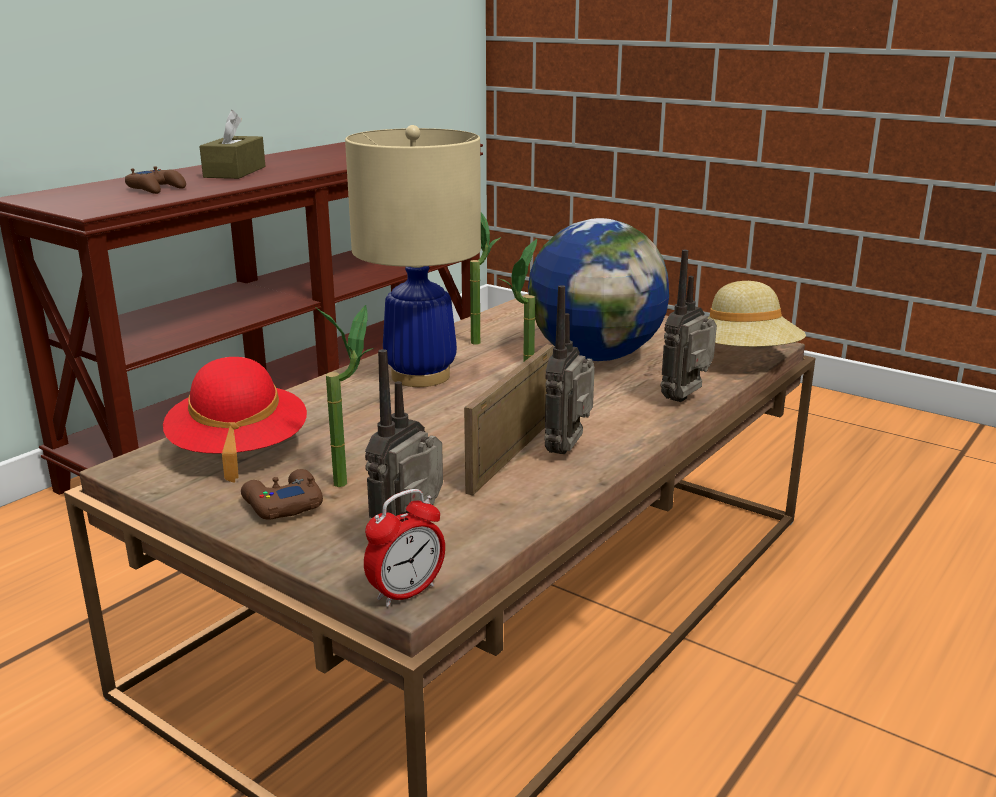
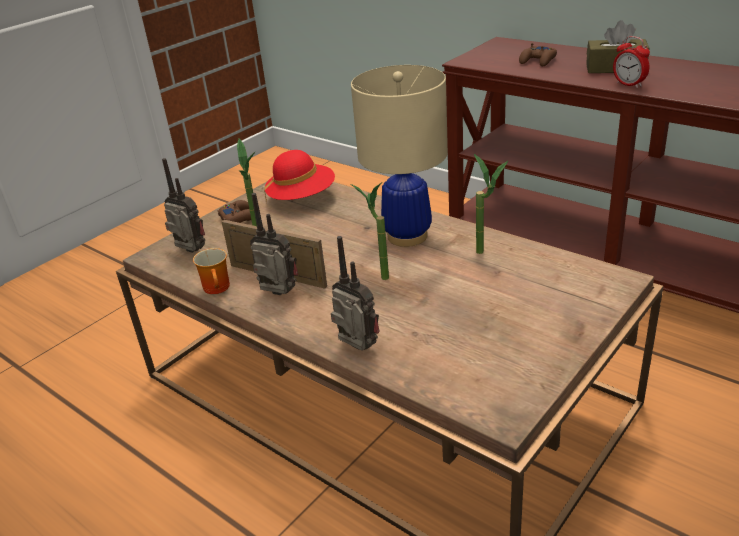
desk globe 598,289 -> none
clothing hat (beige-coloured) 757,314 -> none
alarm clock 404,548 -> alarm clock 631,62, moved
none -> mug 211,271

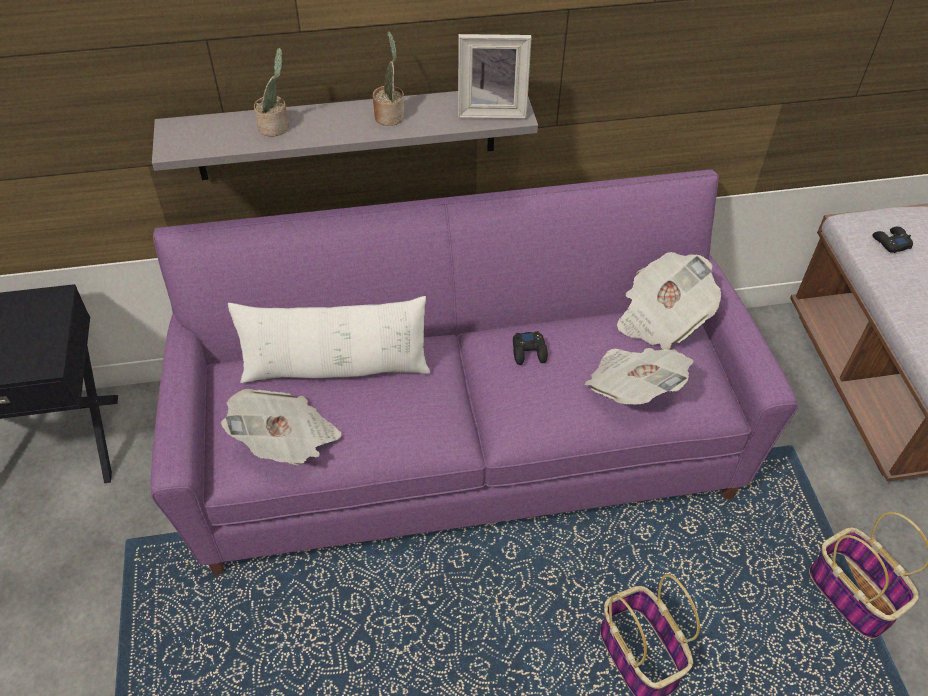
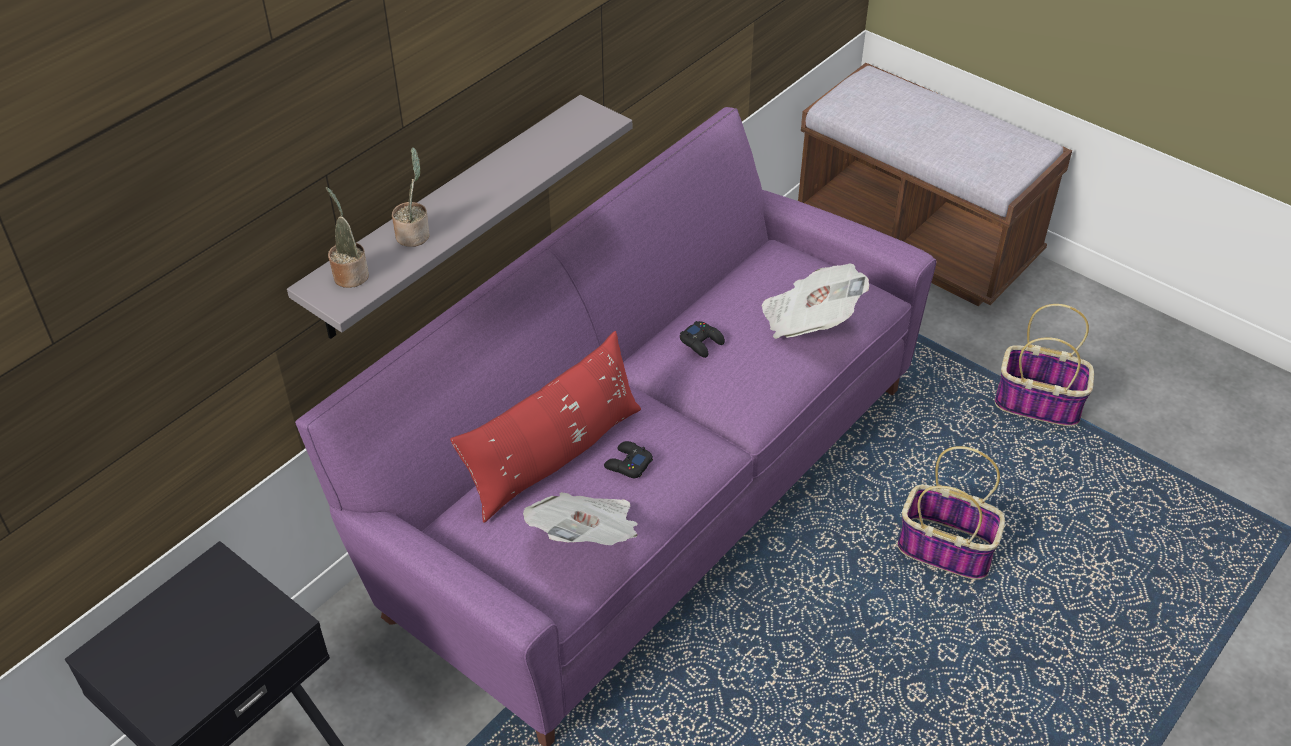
potted plant 388,78 -> potted plant 347,237, moved
standing frame 495,76 -> none
joypad (blackish) 892,240 -> joypad (blackish) 628,459, moved
newspaper 669,300 -> none
cushion (whitish) 329,339 -> cushion (reddish) 545,427

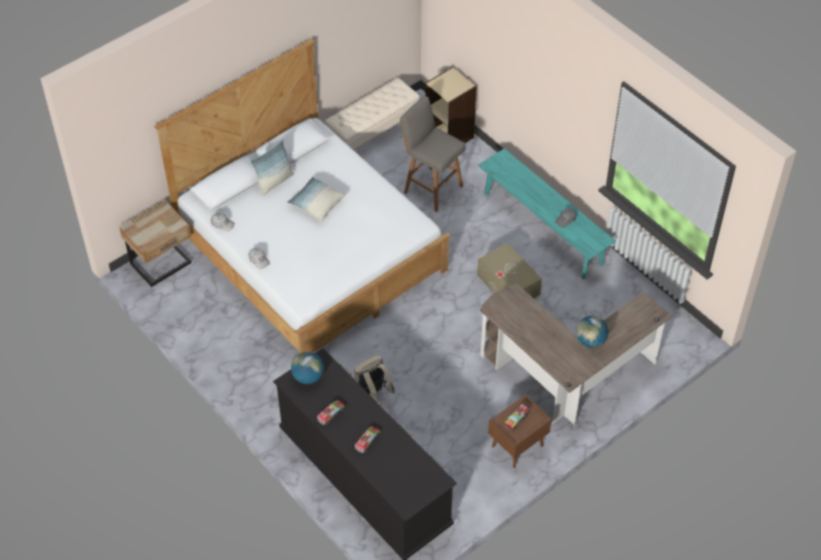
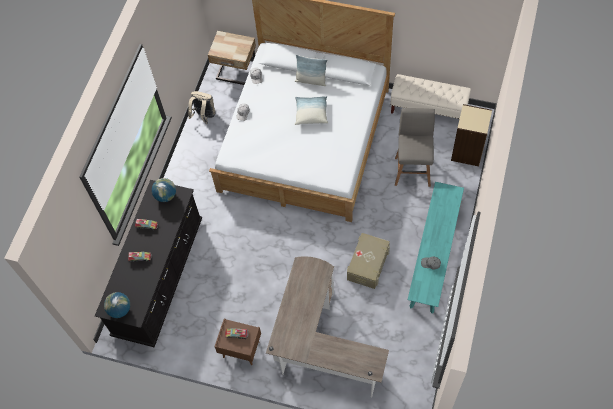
desk globe 592,332 -> desk globe 117,305, moved
backpack (beige-coloured) 374,378 -> backpack (beige-coloured) 201,107, moved

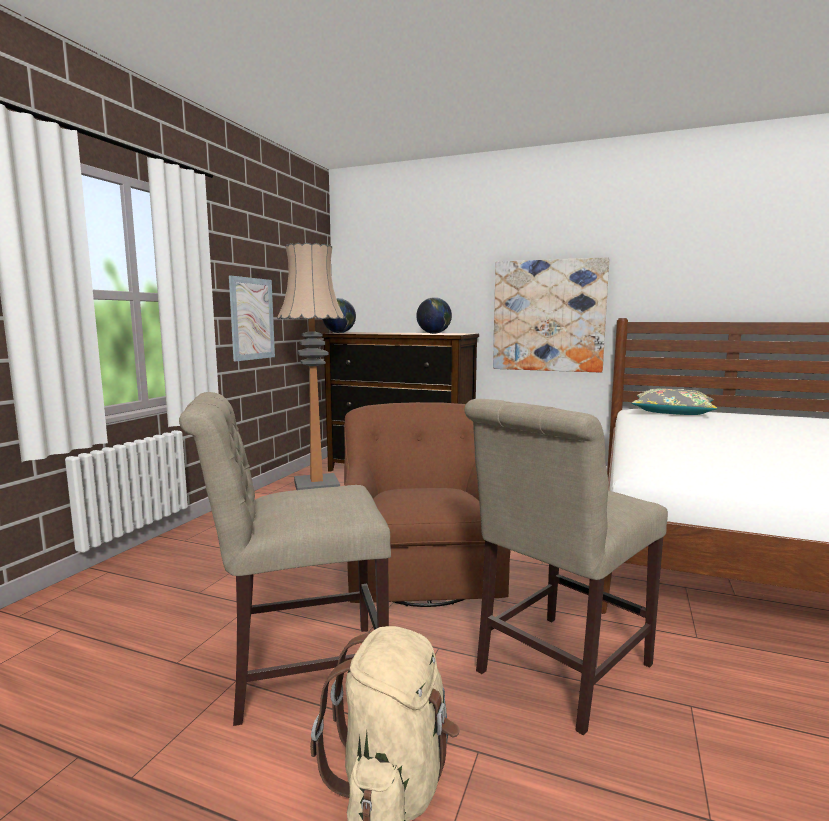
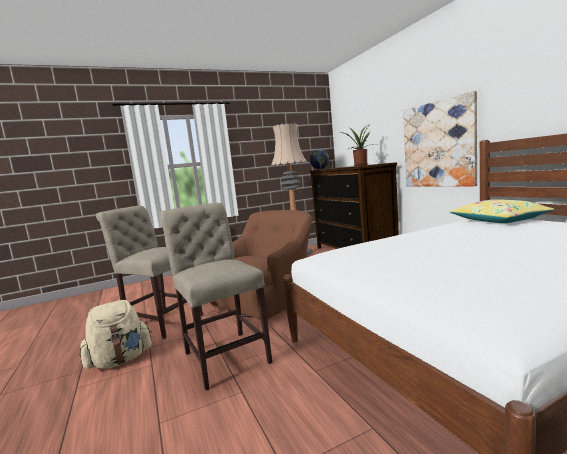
picture 252,318 -> none
desk globe 434,315 -> potted plant 358,144
cushion (grey) 674,401 -> cushion (yellow) 502,211
plain chair (beige-coloured) 566,567 -> plain chair (beige-coloured) 216,296, 60 degrees clockwise

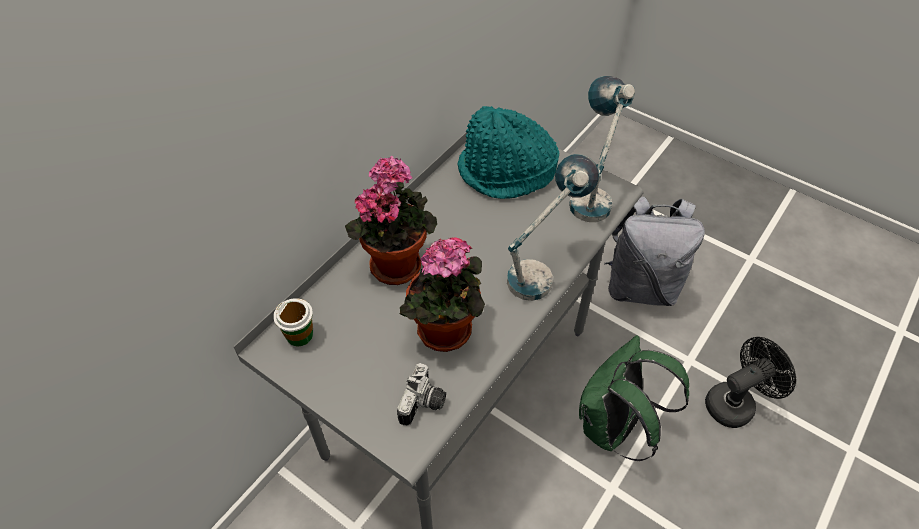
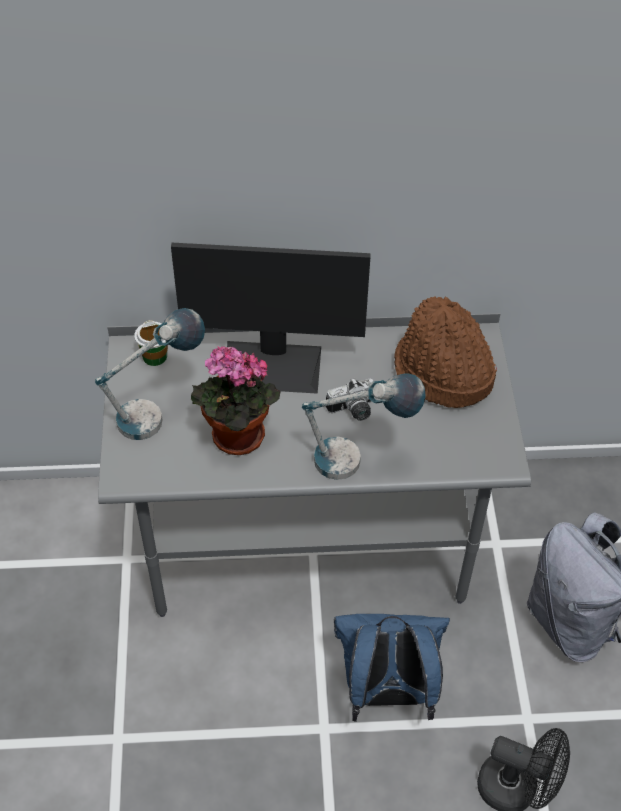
table lamp 602,149 -> table lamp 150,374, moved
clothing hat (turquoise) 508,152 -> clothing hat (brown-coloured) 445,352
potted plant 391,220 -> monitor 271,318
backpack (green-coloured) 634,398 -> backpack (blue-coloured) 392,668
photo camera 421,394 -> photo camera 350,399, moved

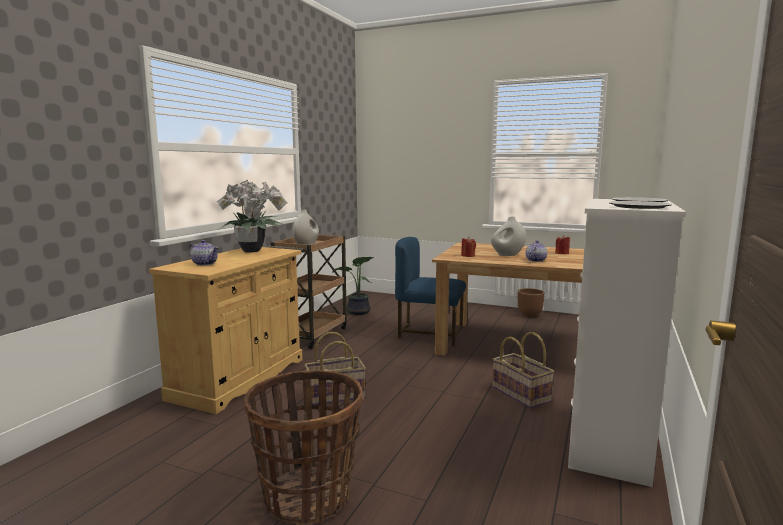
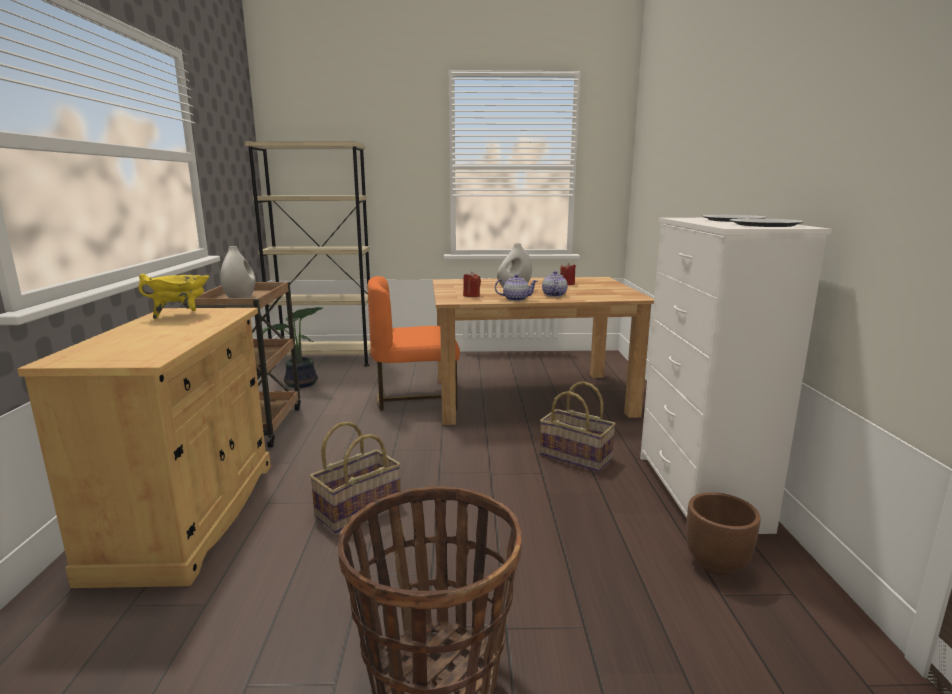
potted plant 252,216 -> saucepot (yellow) 173,296
plain chair (blue-coloured) 430,291 -> plain chair (orange) 413,343
teapot 204,253 -> teapot 516,287, moved
plant pot (brown-coloured) 531,302 -> plant pot (brown-coloured) 723,534, moved
none -> bookcase (beige-coloured) 308,254

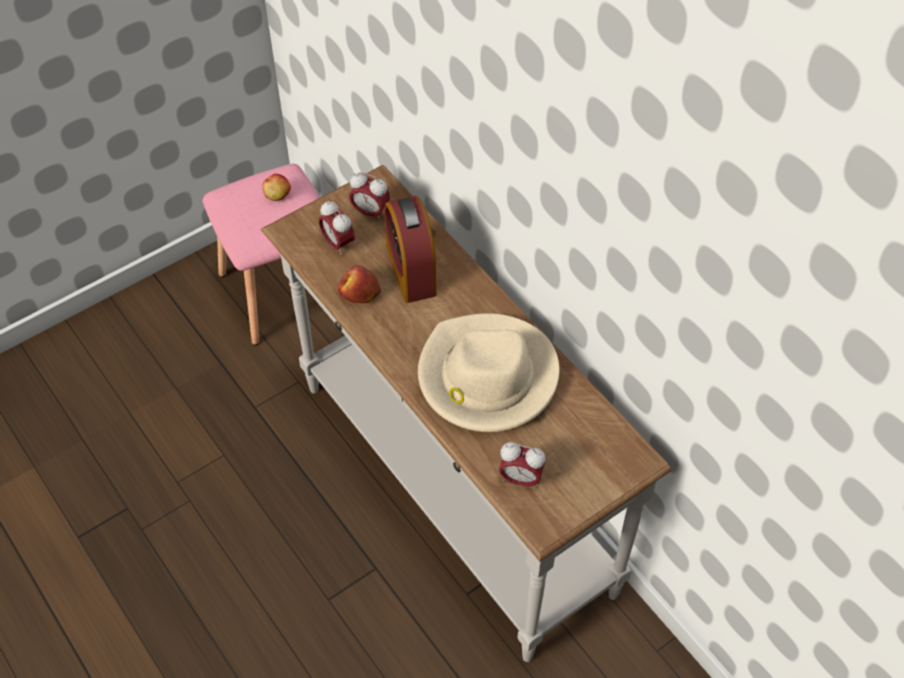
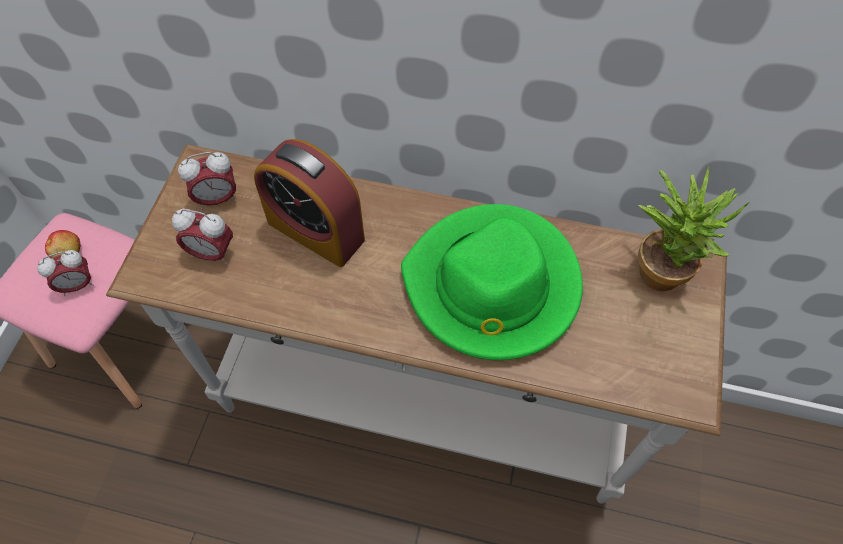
apple 359,285 -> none
clothing hat (beige-coloured) 488,372 -> clothing hat (green-coloured) 492,282
alarm clock 522,465 -> alarm clock 65,273, moved
none -> potted plant 693,229

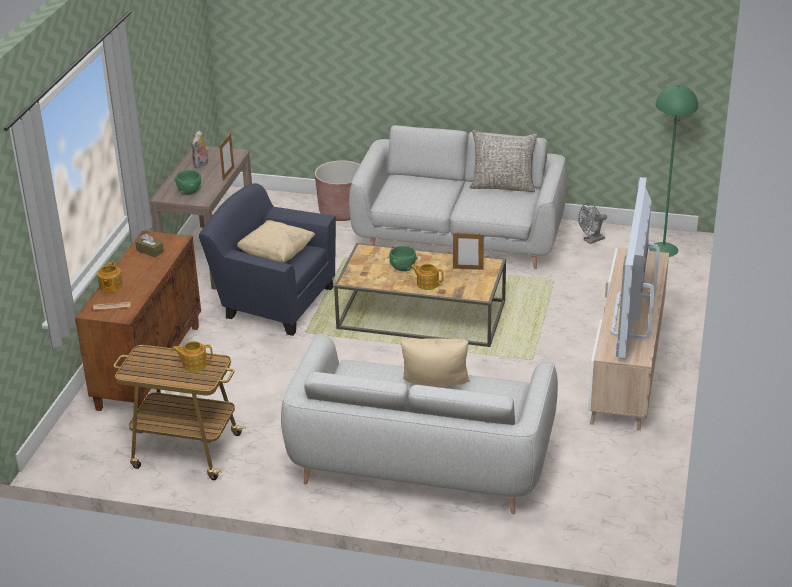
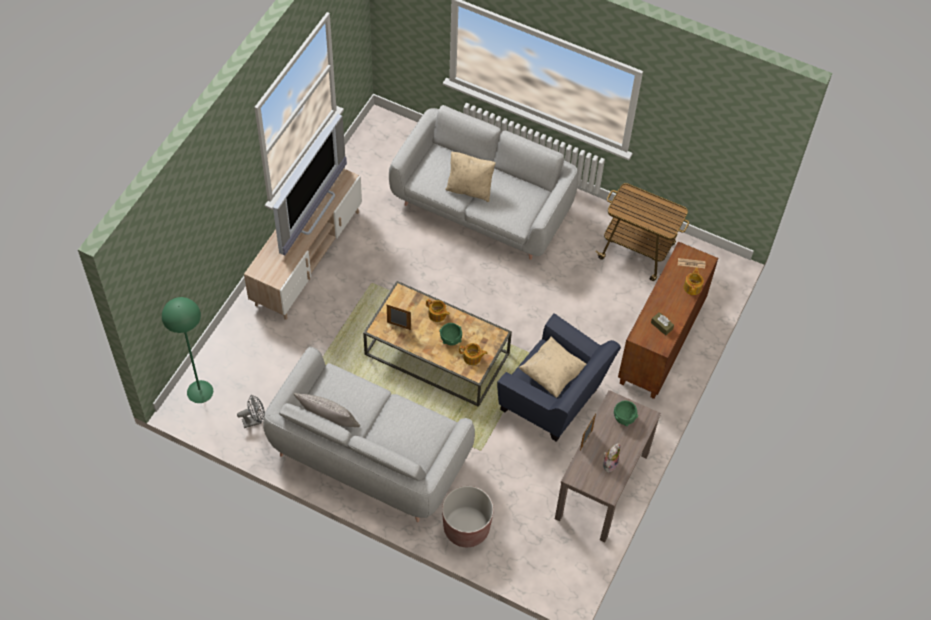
teapot 192,356 -> teapot 473,354, moved

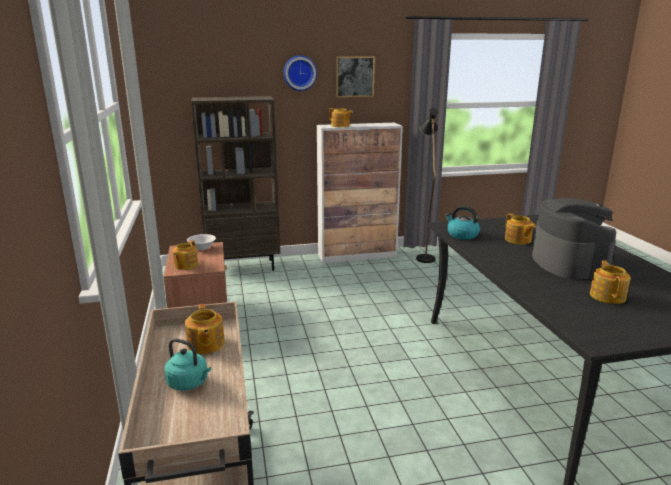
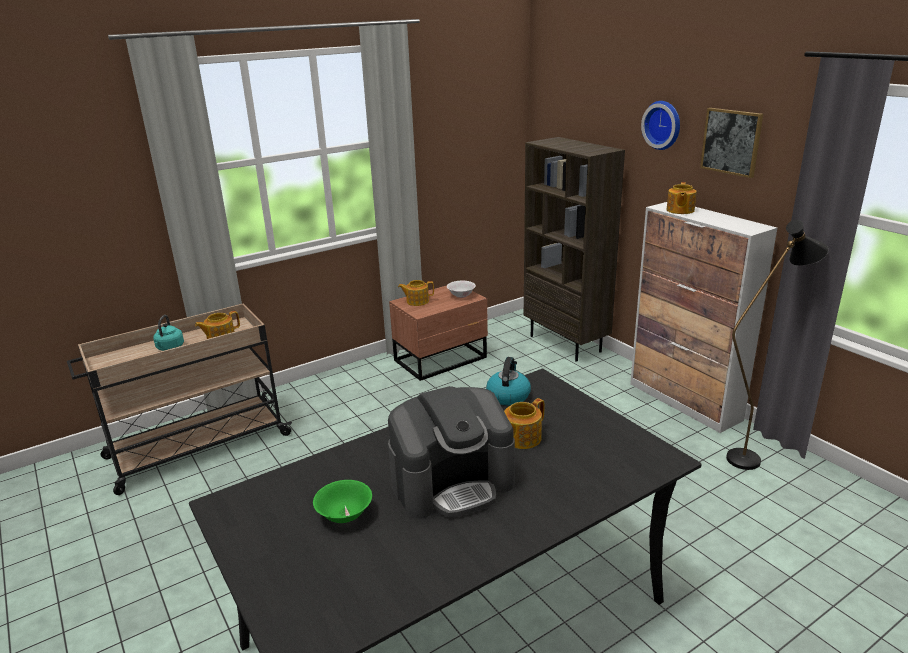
teapot 610,282 -> serving bowl (green-coloured) 342,501

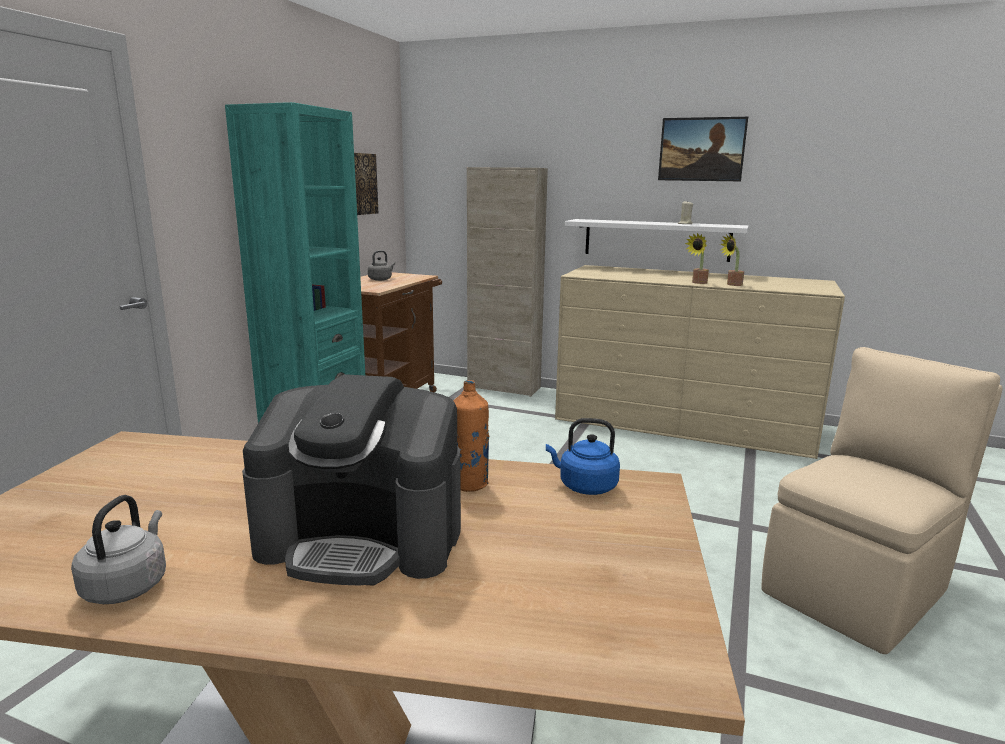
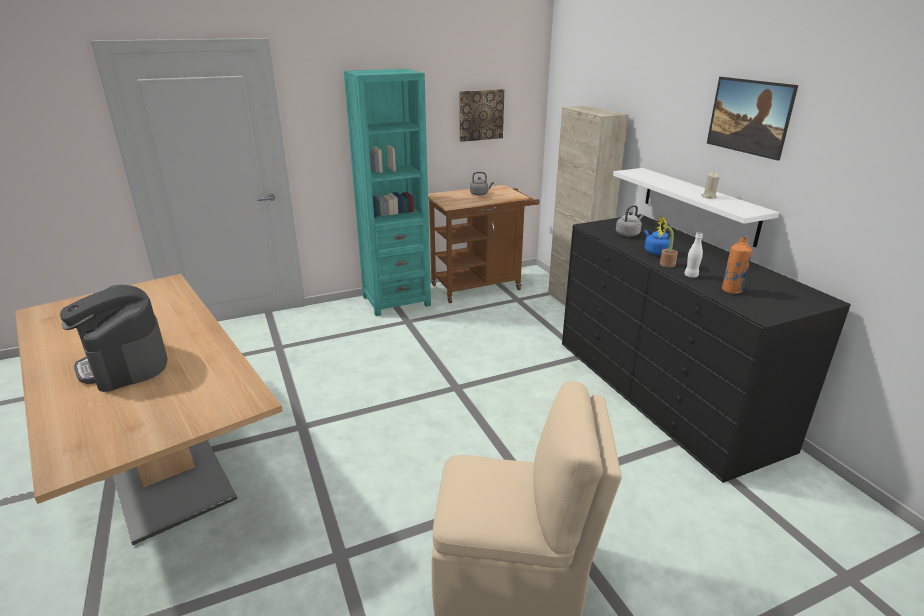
potted plant 732,260 -> drink bottle (whitish) 693,255
dresser (beige-coloured) 700,362 -> dresser (blackish) 706,348
drink bottle (orange) 471,436 -> drink bottle (orange) 737,265, moved
water kettle (blue-coloured) 583,456 -> water kettle (blue-coloured) 658,237, moved
water kettle (grey) 118,549 -> water kettle (grey) 629,220, moved

